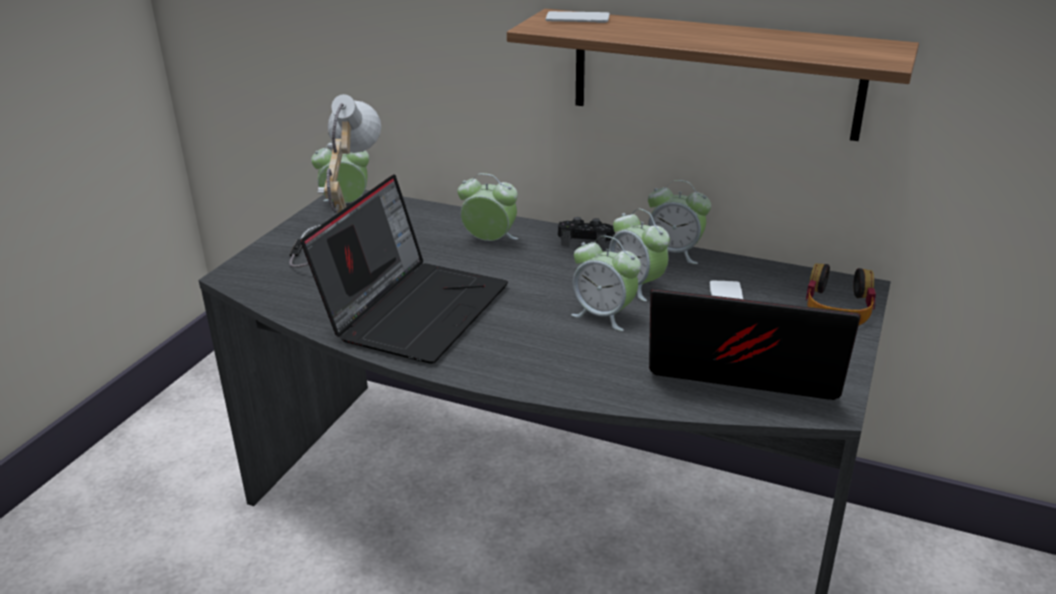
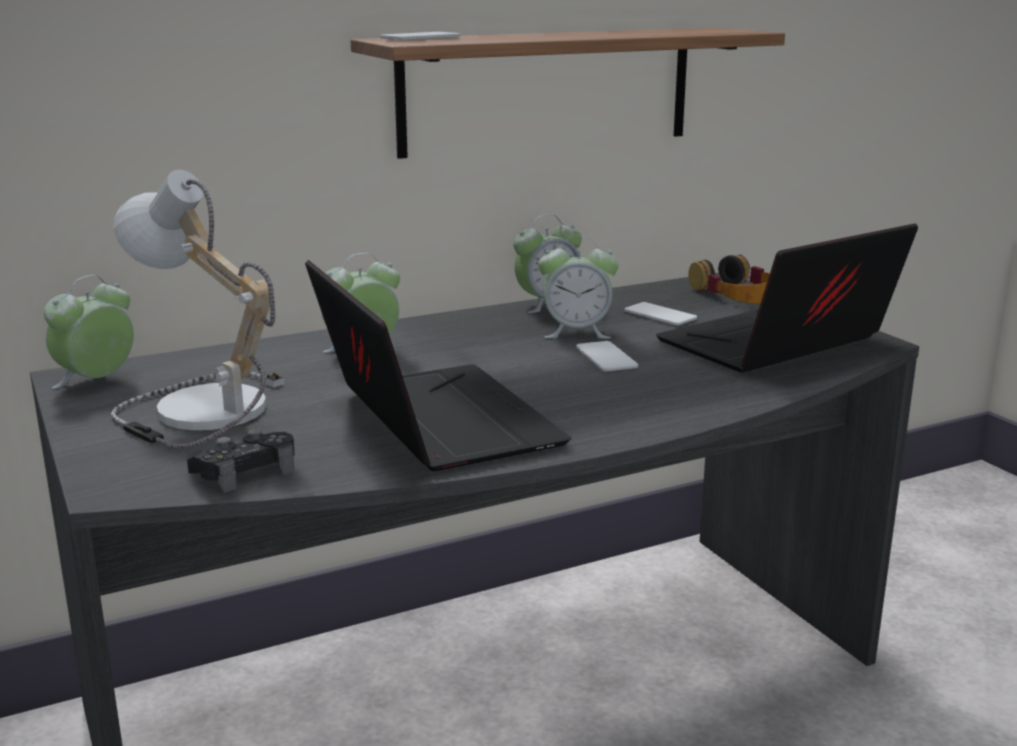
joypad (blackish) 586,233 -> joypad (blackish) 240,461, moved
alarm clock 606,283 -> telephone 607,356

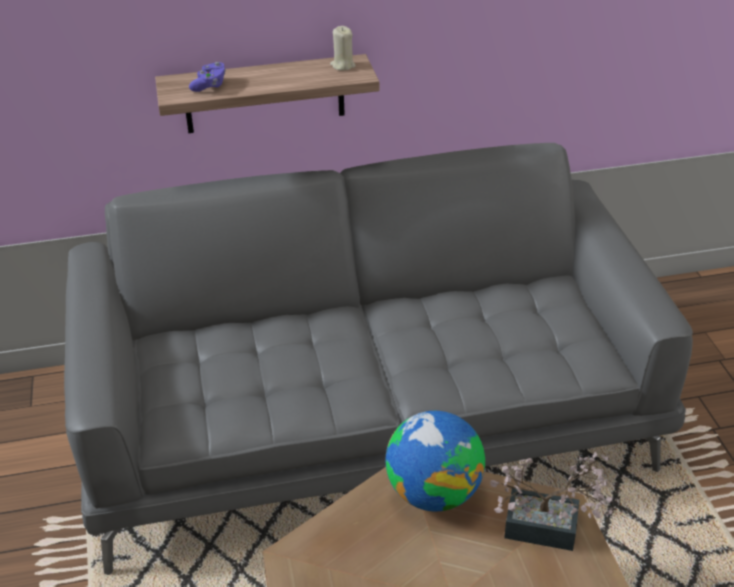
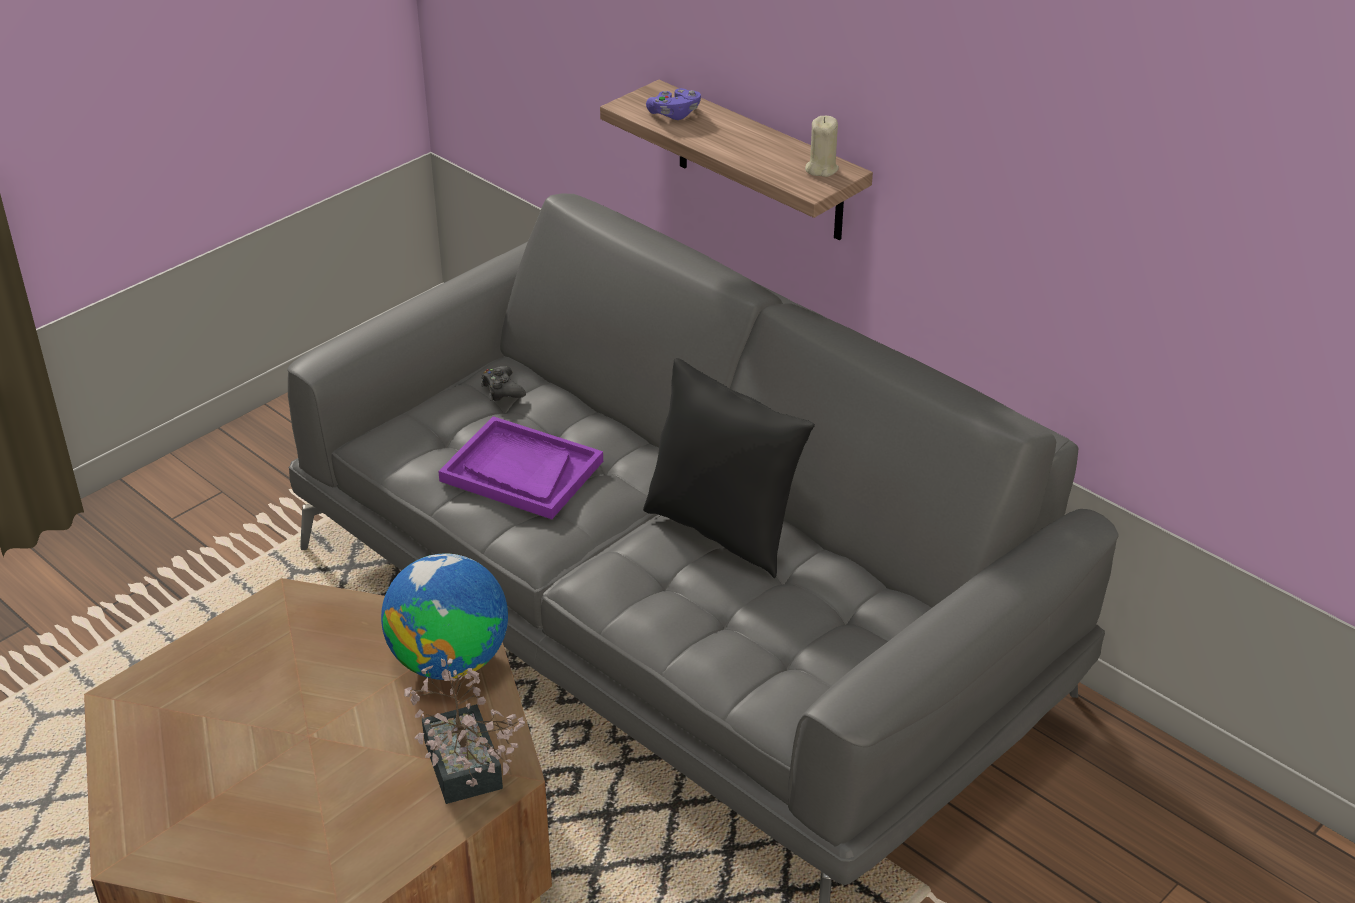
none -> cushion (blackish) 729,468
none -> joypad (blackish) 503,383
none -> serving tray (purplish) 520,467

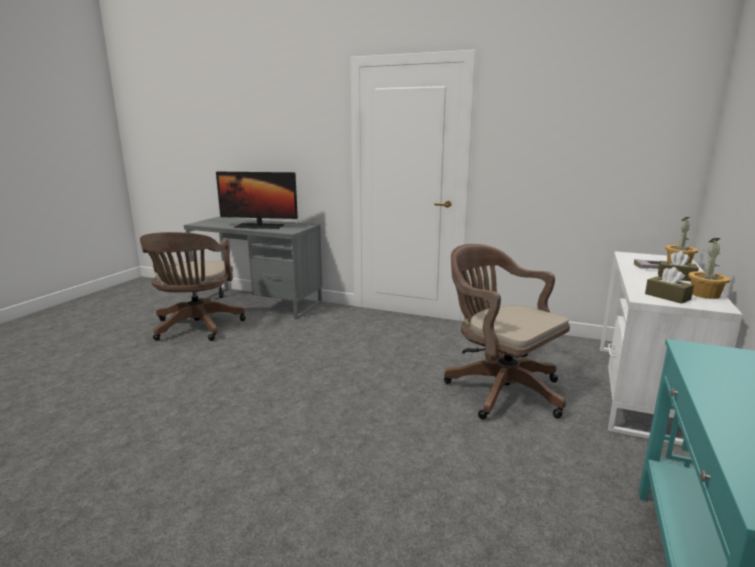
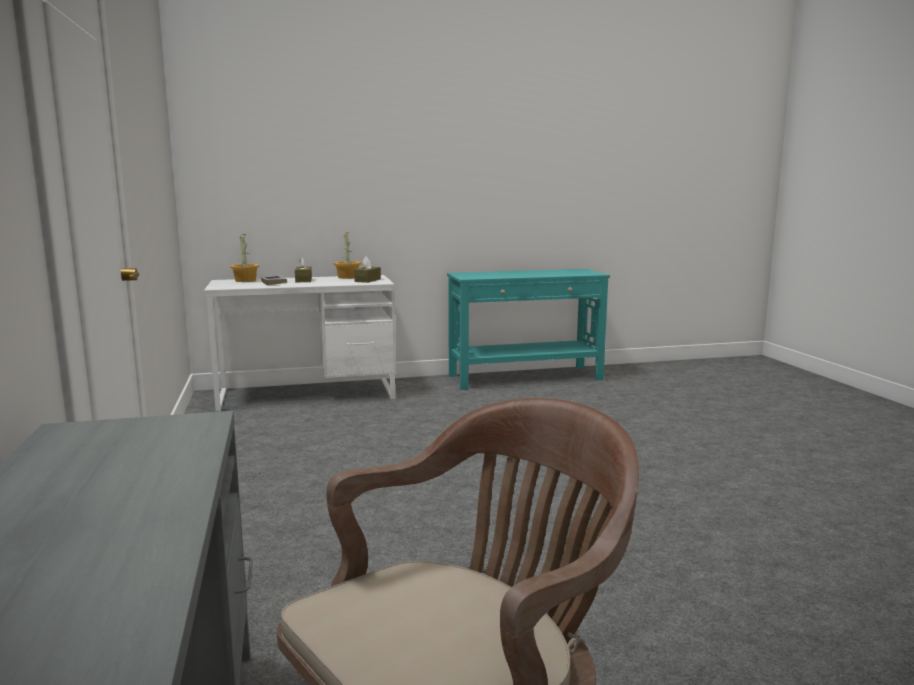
monitor 257,200 -> none
desk chair (brown-coloured) 507,331 -> none

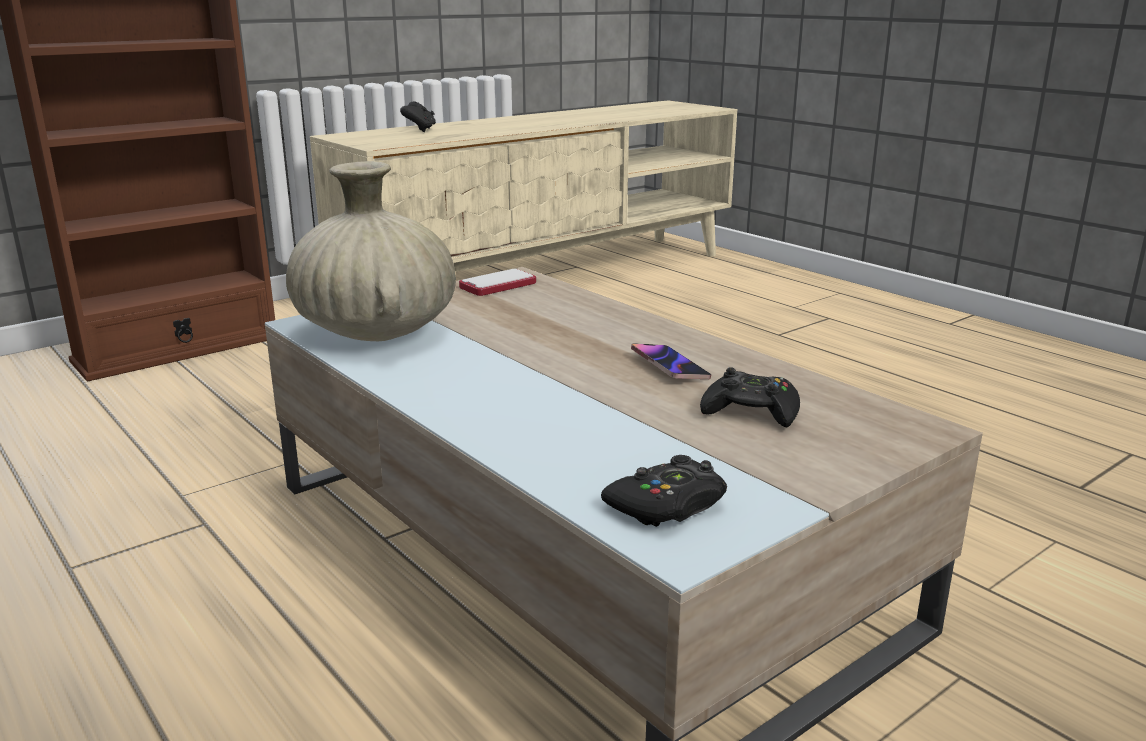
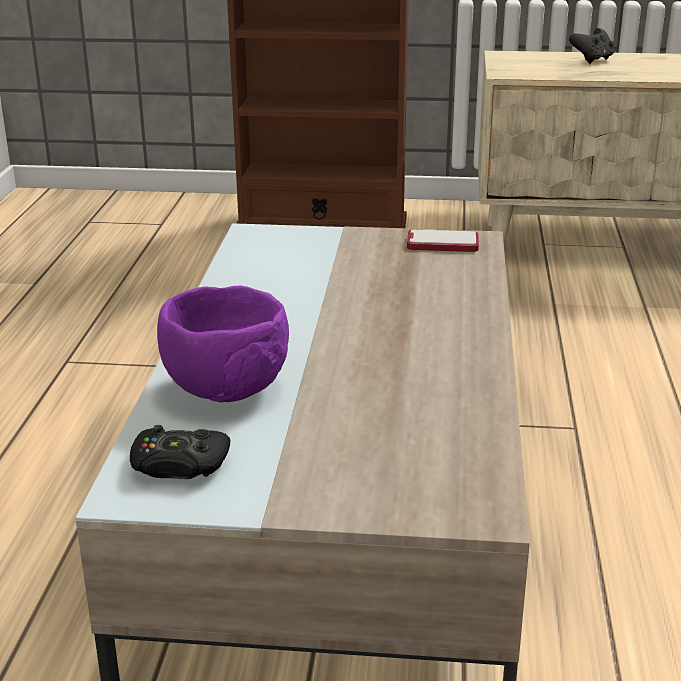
vase (beige-coloured) 371,251 -> none
telephone 671,361 -> none
joypad (blackish) 750,397 -> none
none -> serving bowl (purplish) 223,344

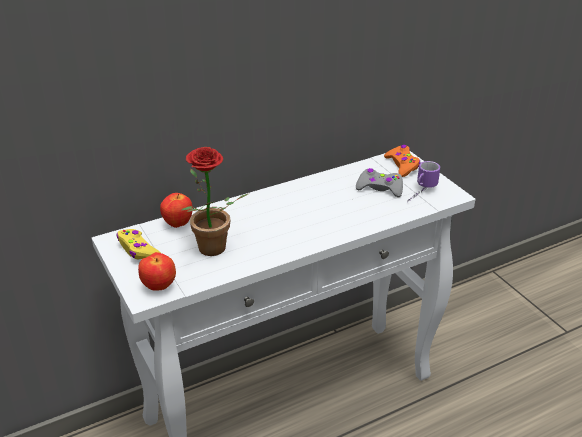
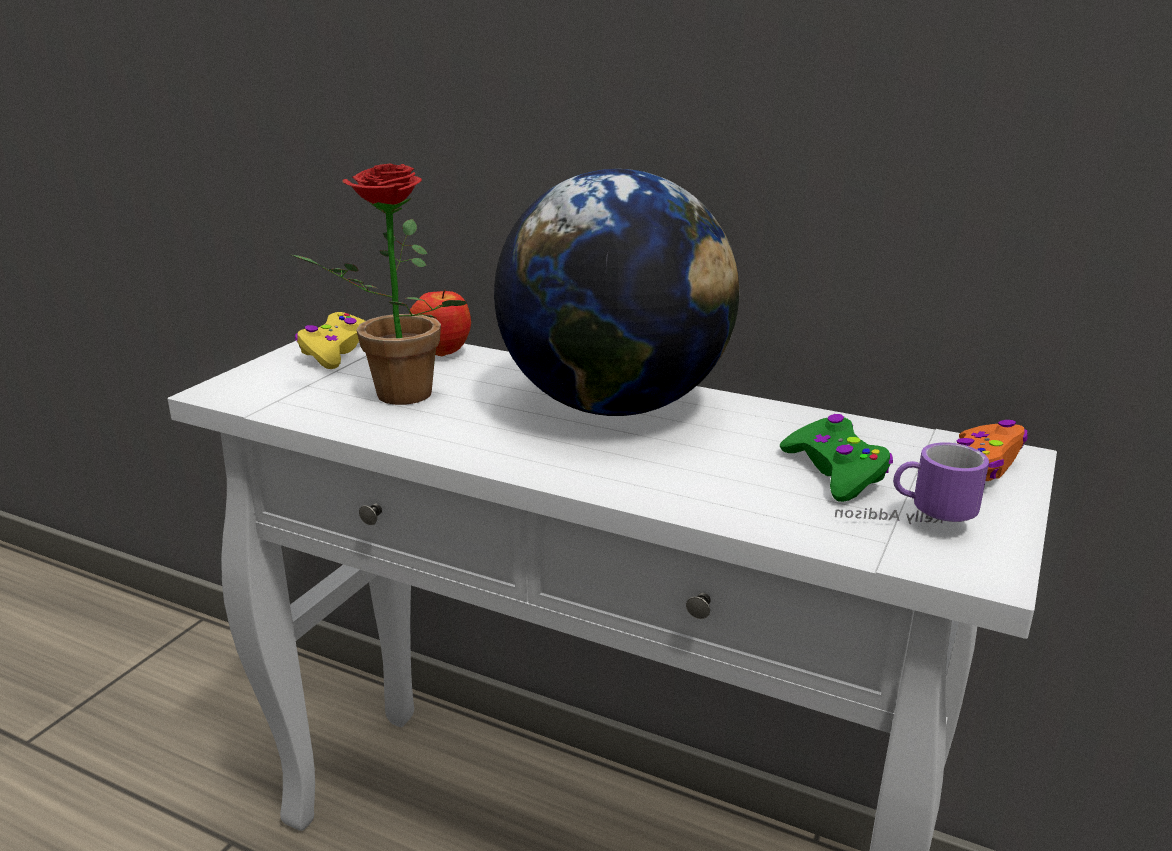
joypad (grey) 379,182 -> joypad (green-coloured) 836,458
apple 157,271 -> none
none -> desk globe 616,292

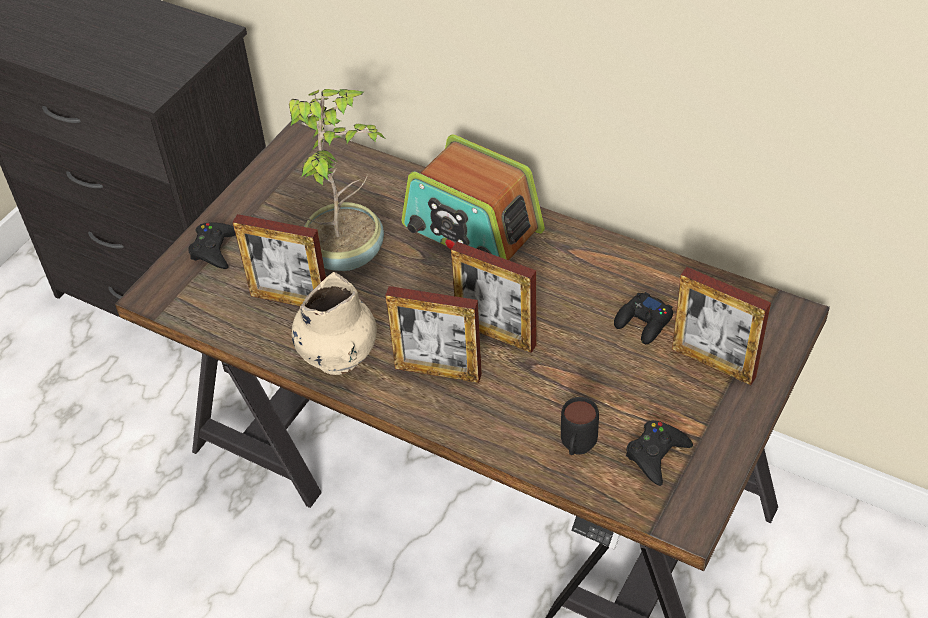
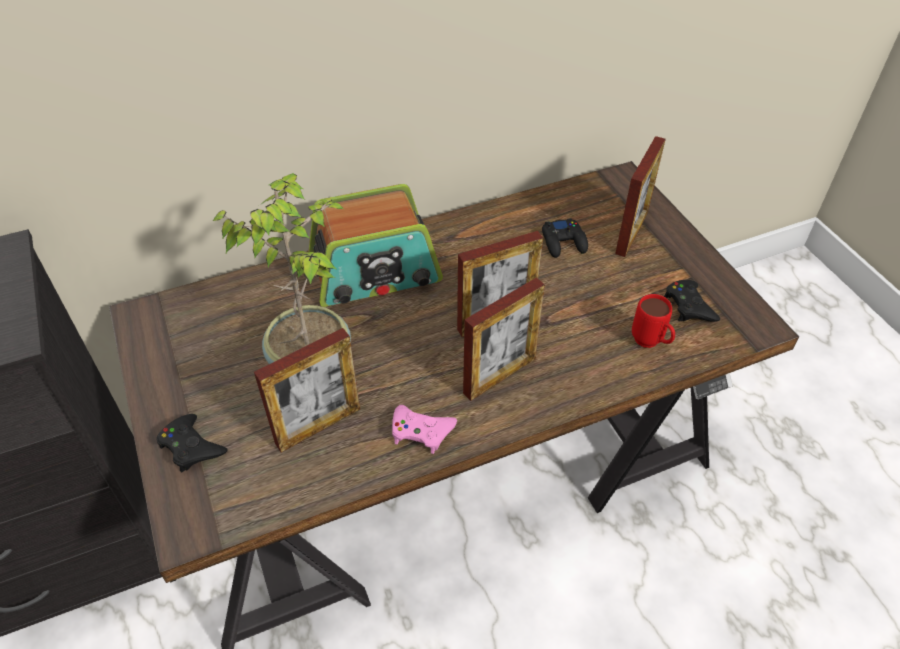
standing frame 721,326 -> standing frame 640,196, 45 degrees counterclockwise
vase (beige-coloured) 334,323 -> joypad (pink-coloured) 424,429
mug (blackish) 580,426 -> mug (reddish) 653,321

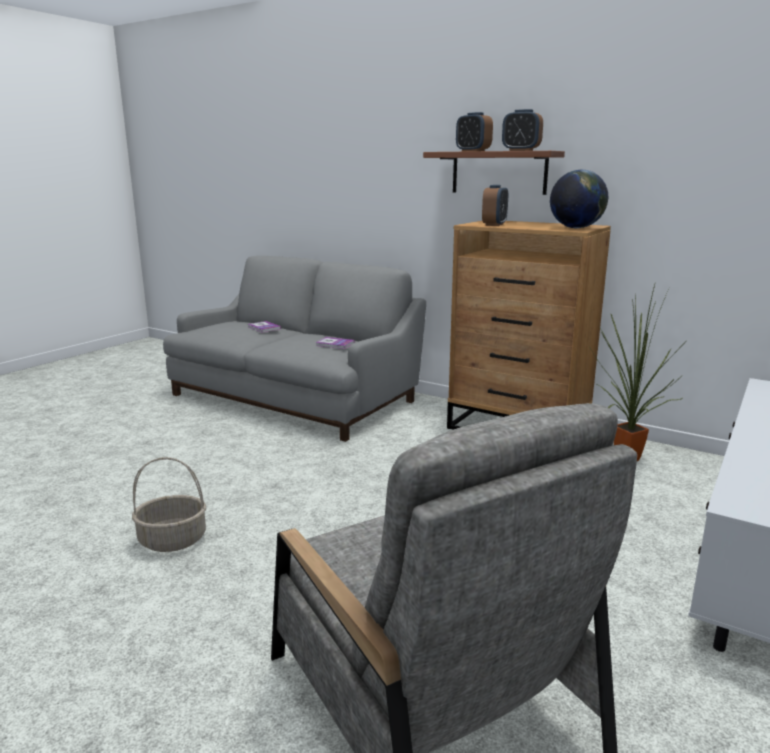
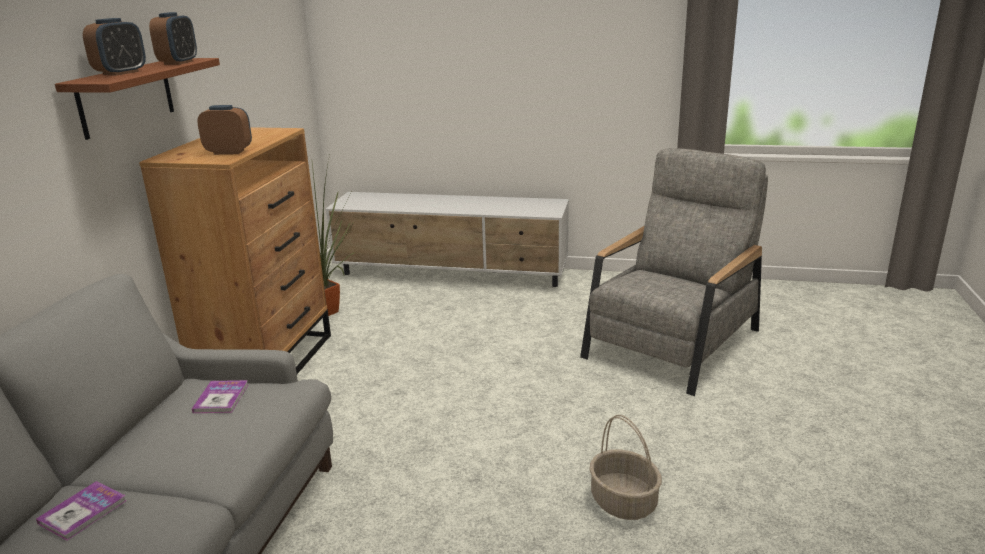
desk globe 579,199 -> none

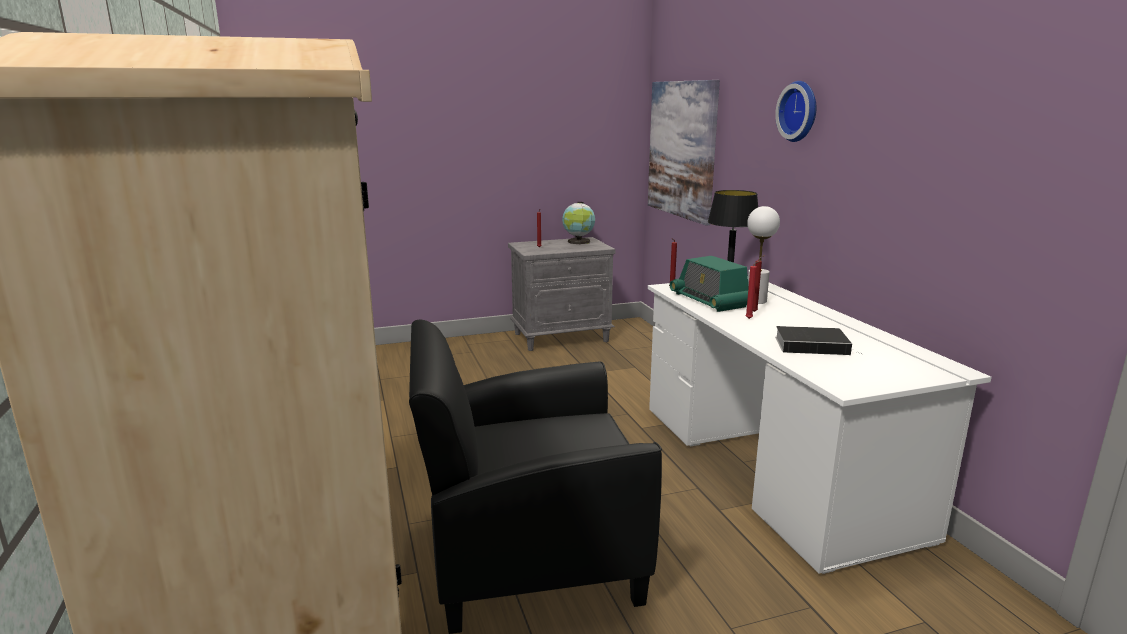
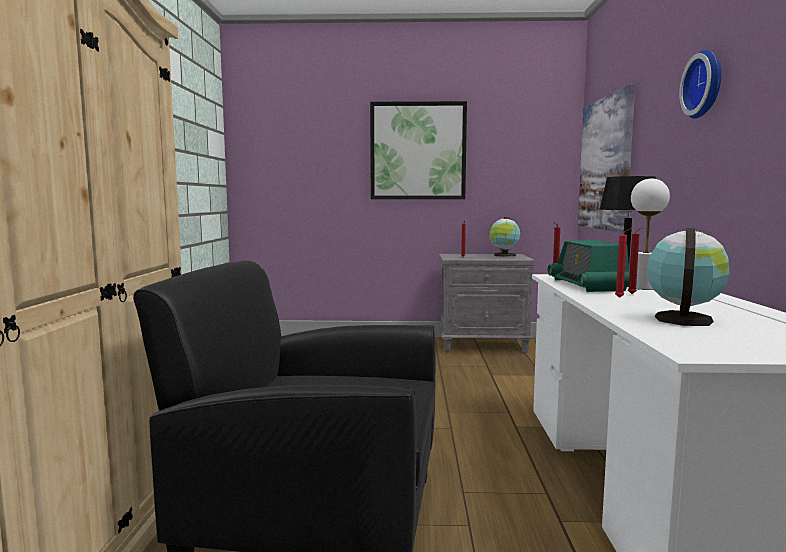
bound book 819,340 -> desk globe 688,277
none -> picture 418,150

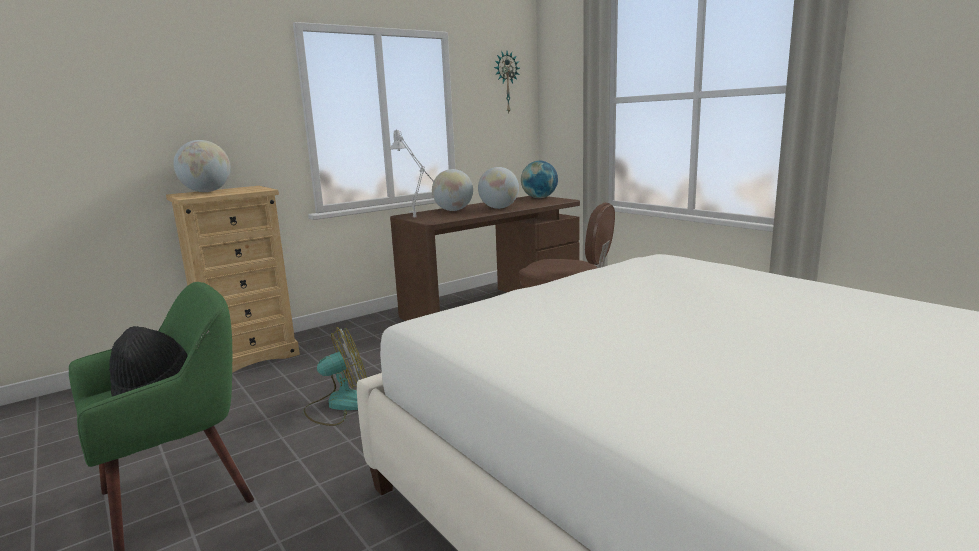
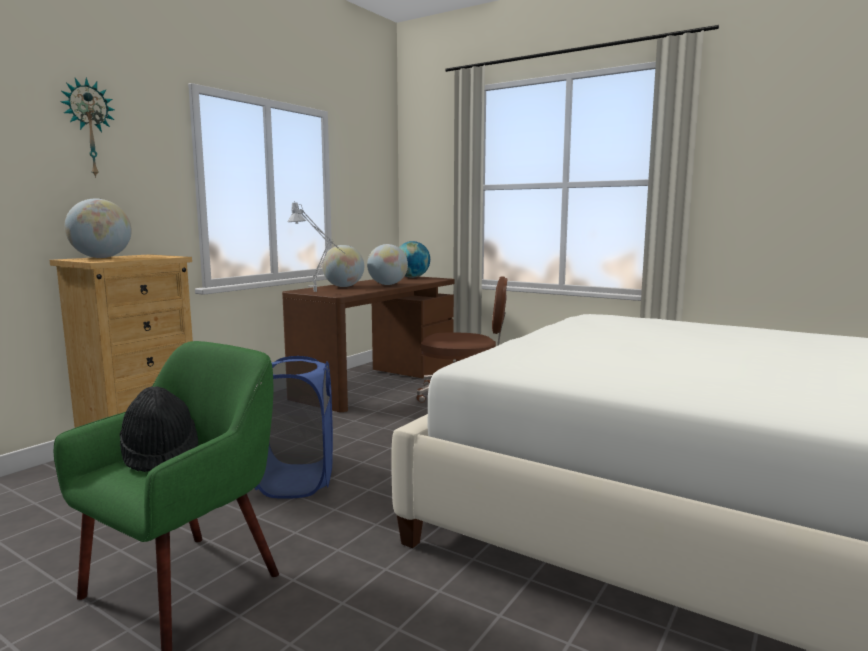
wall clock 507,82 -> wall clock 88,128, moved
electric fan 335,376 -> hamper (blue-coloured) 294,427

